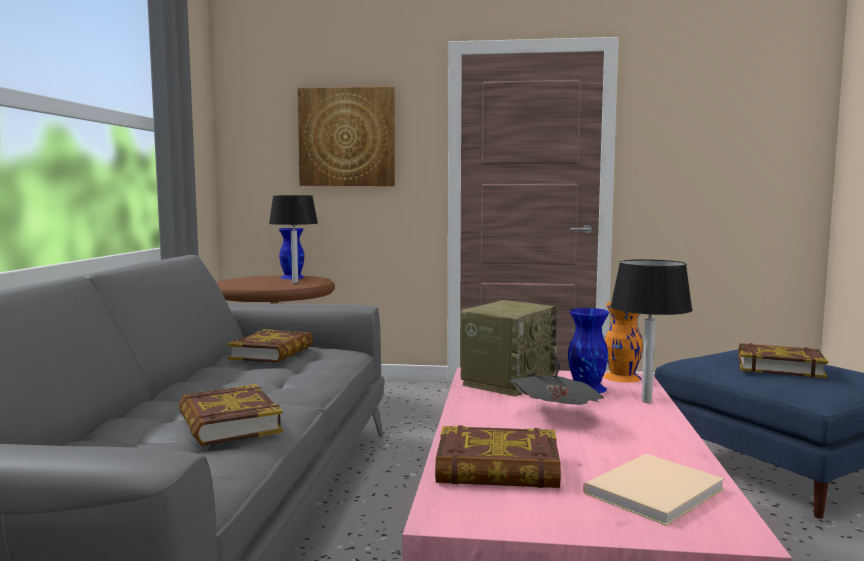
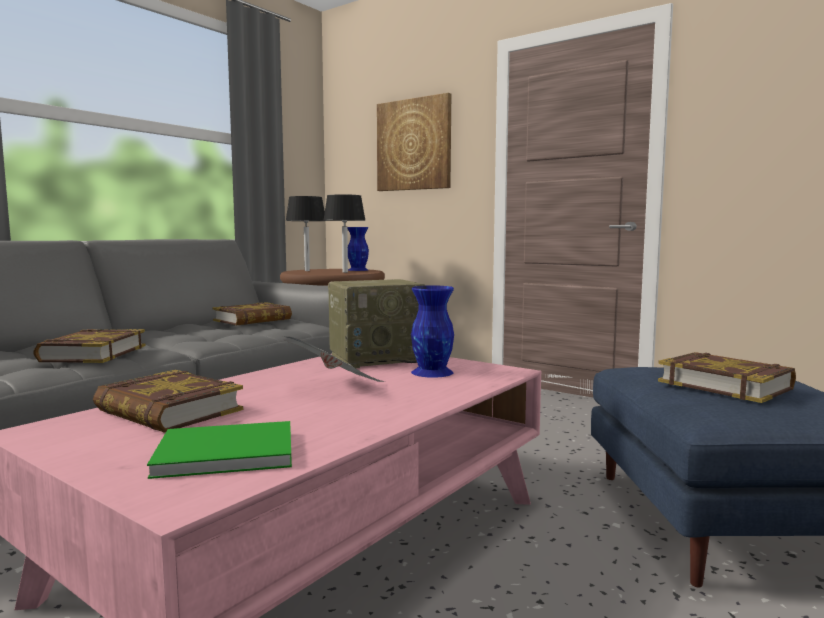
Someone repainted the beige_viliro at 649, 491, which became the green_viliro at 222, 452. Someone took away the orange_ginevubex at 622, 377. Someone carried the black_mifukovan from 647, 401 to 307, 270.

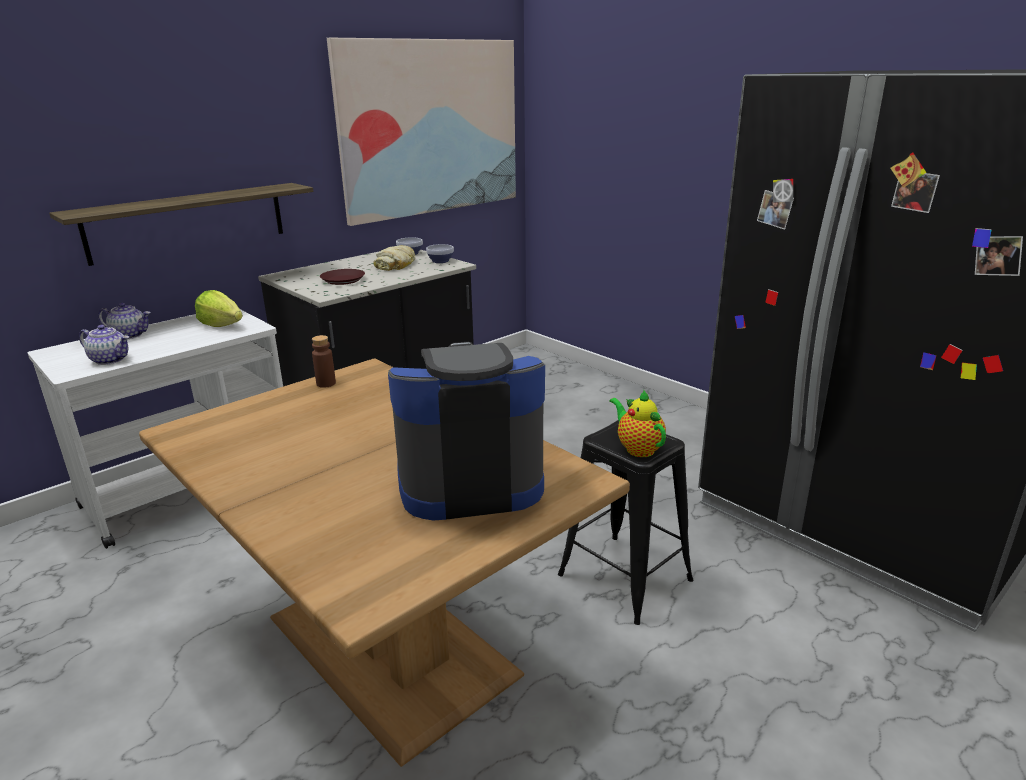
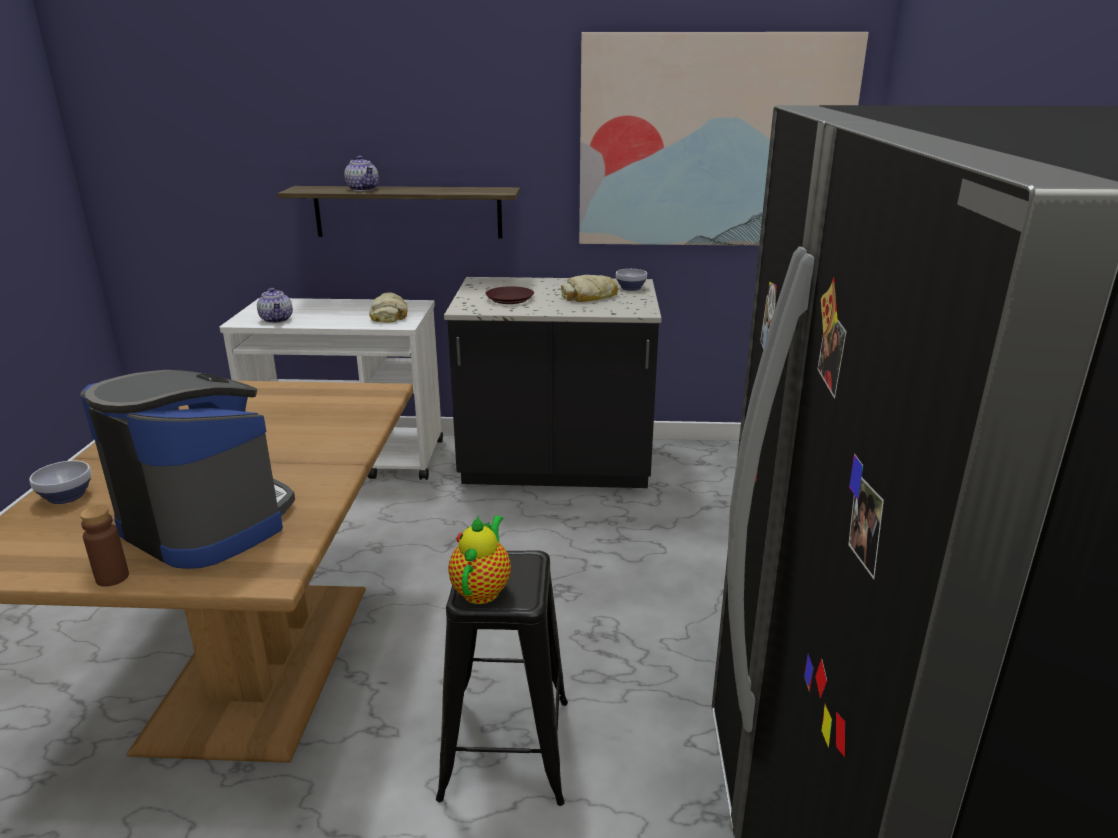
Someone carried the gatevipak from 130, 335 to 363, 189. Someone swapped the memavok at 222, 325 for the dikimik at 389, 315. Someone carried the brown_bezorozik from 326, 383 to 112, 577. Someone carried the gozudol from 440, 261 to 67, 495.

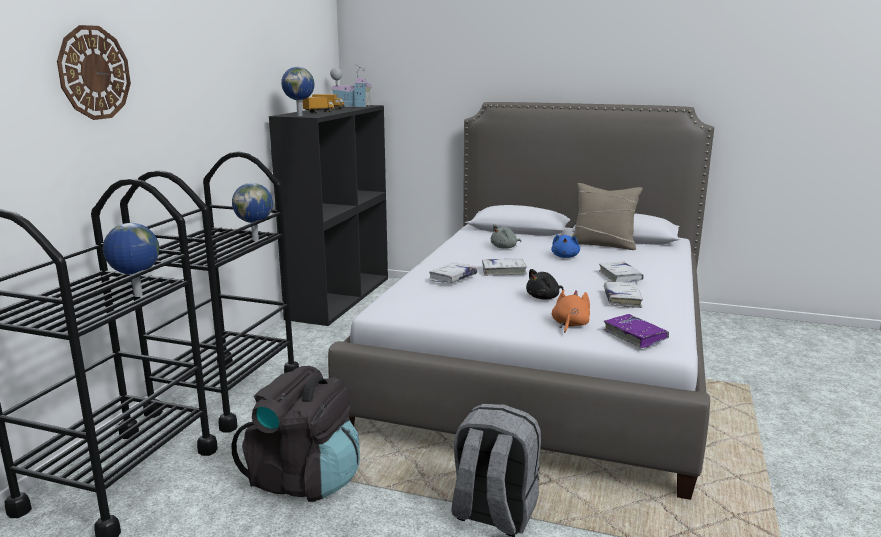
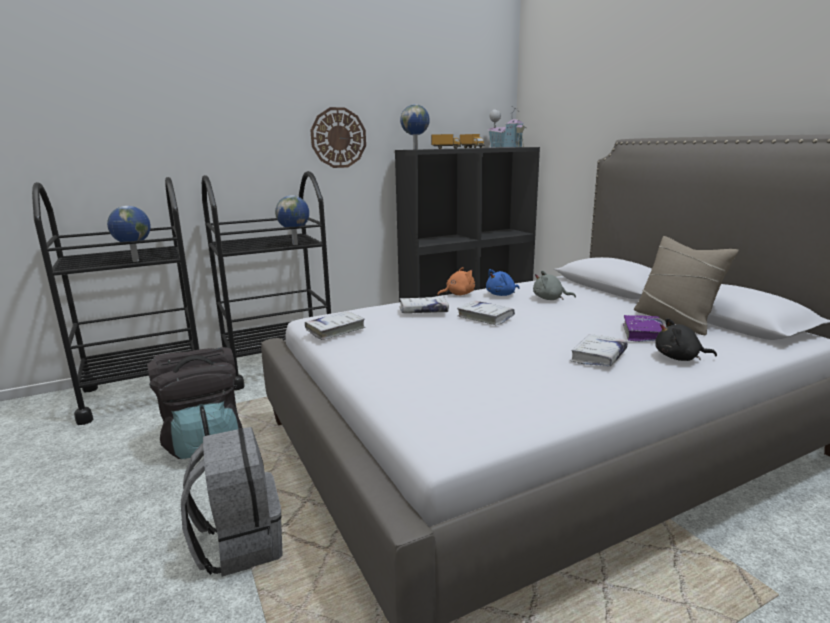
Someone carried the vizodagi from 94, 73 to 338, 138. Someone carried the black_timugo from 544, 297 to 679, 358. Someone carried the blue_timugo from 565, 256 to 502, 295. Someone carried the orange_timugo from 569, 325 to 458, 294. Someone carried the white_viliro from 622, 299 to 335, 330. Someone carried the purple_viliro from 635, 336 to 643, 334.

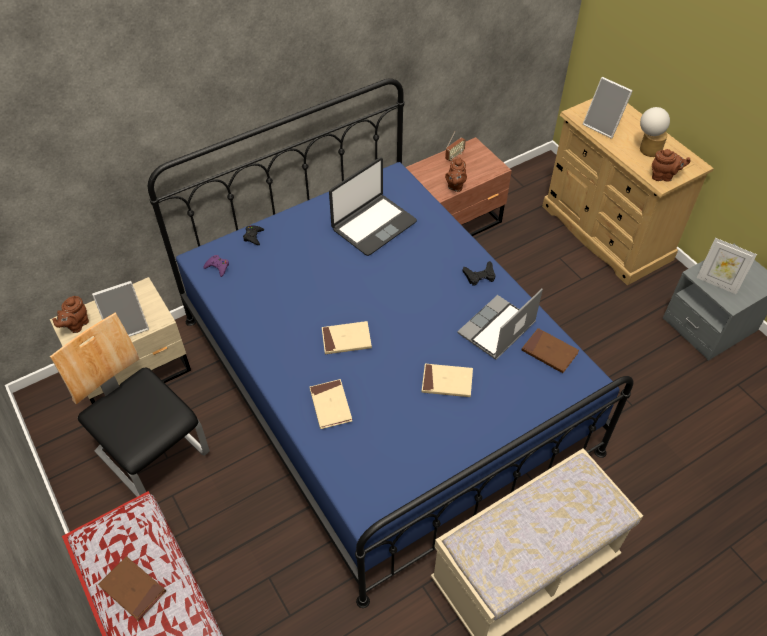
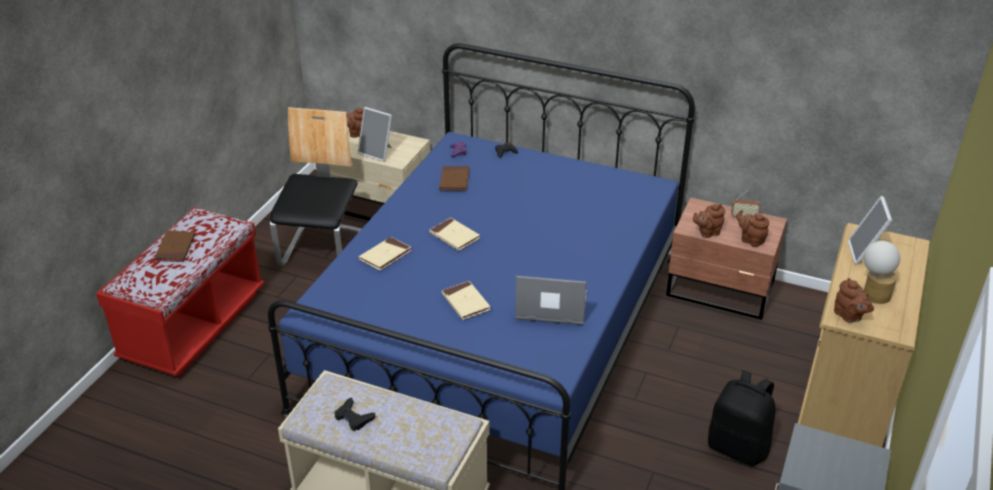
Someone took away the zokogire at 373, 225. Someone carried the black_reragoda from 479, 276 to 353, 418. Someone carried the brown_viliro from 549, 352 to 454, 180. Someone took away the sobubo at 717, 283. Someone put down the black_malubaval at 738, 447. Someone put down the brown_gatevipak at 751, 240.

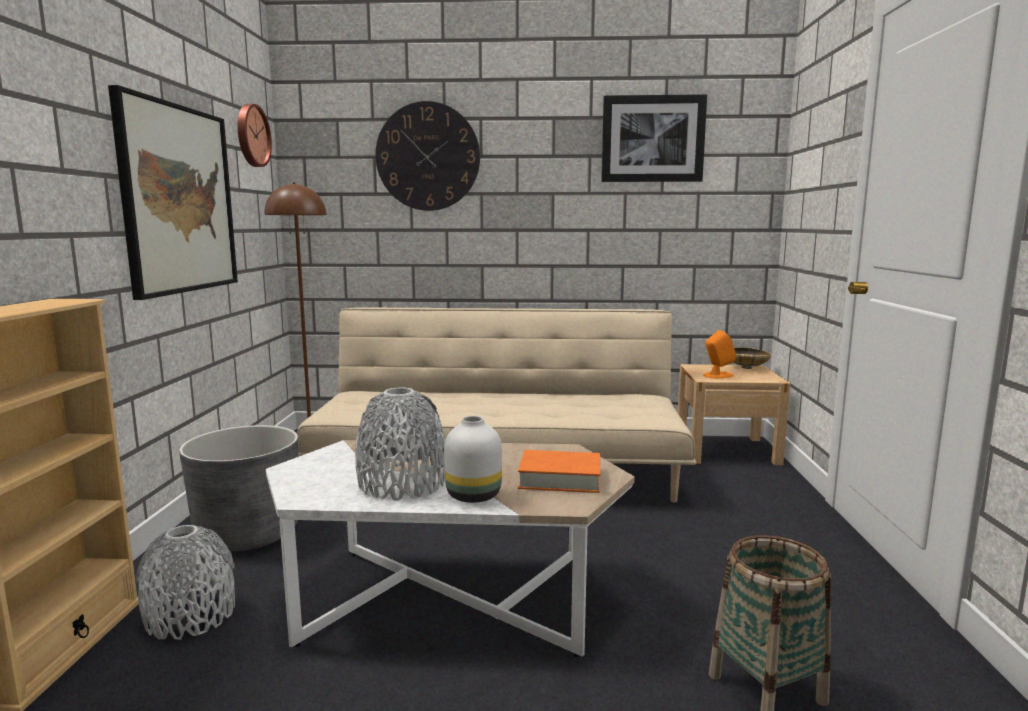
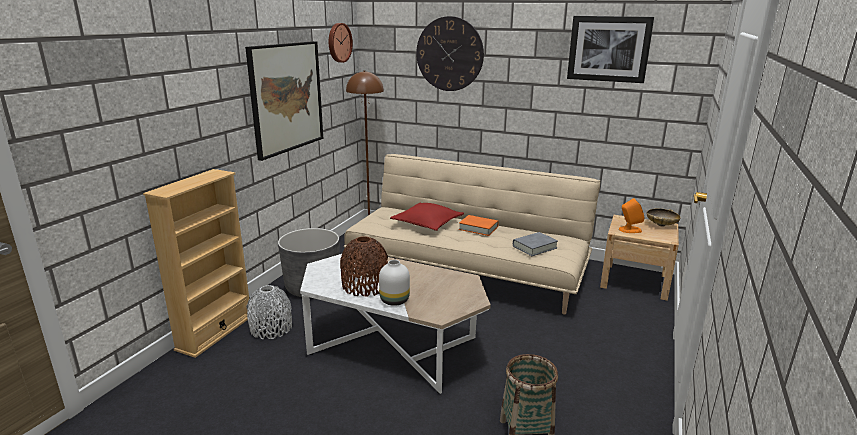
Someone repainted the grey_ginevubex at 402, 483, which became the brown_ginevubex at 365, 285. Someone carried the orange_viliro from 560, 478 to 478, 228. Someone put down the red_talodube at 427, 223. Someone put down the grey_viliro at 534, 247.

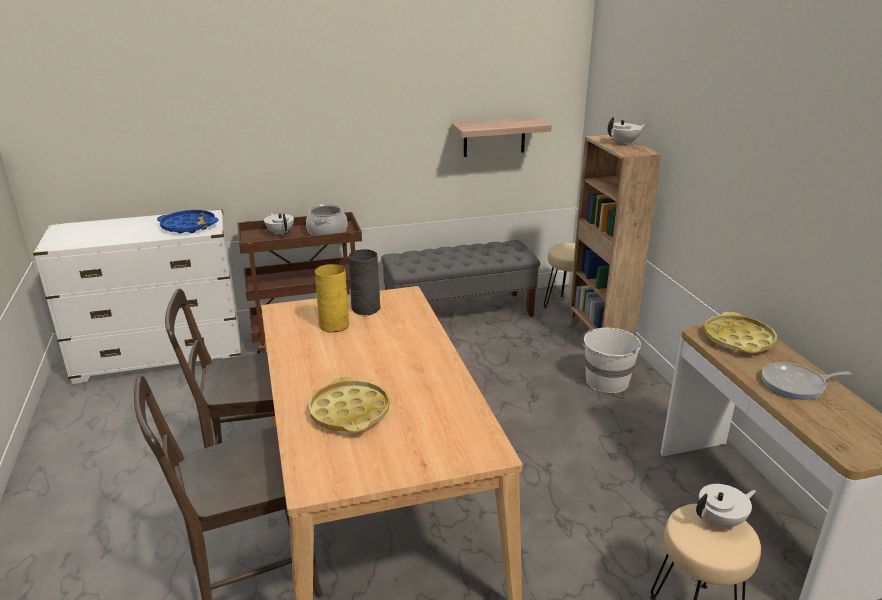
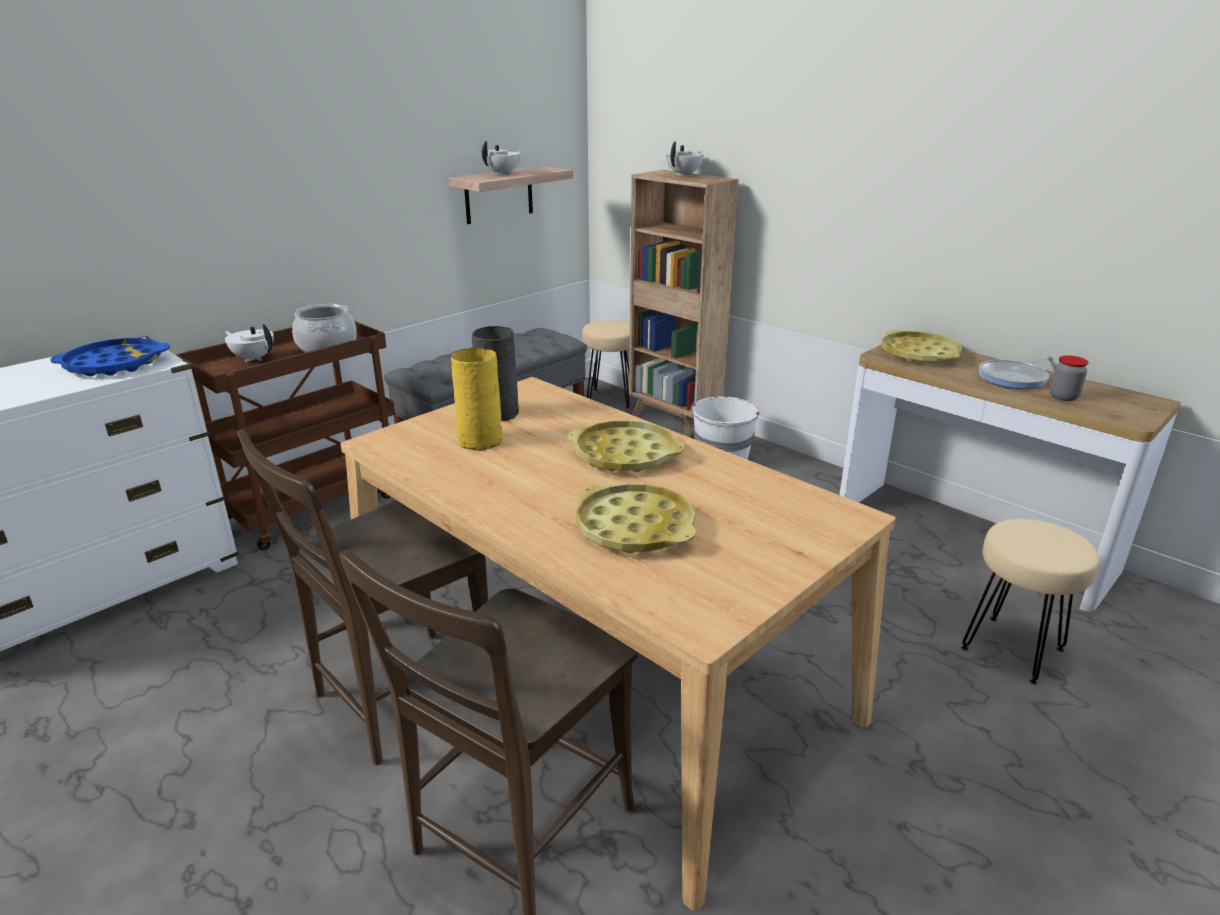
Someone carried the white_gatevipak from 721, 520 to 503, 174. Someone put down the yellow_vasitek at 625, 455. Someone put down the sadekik at 1063, 397.

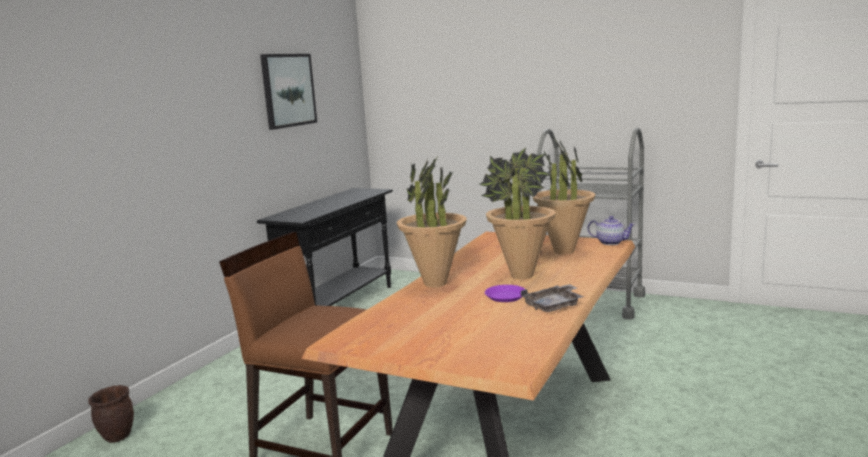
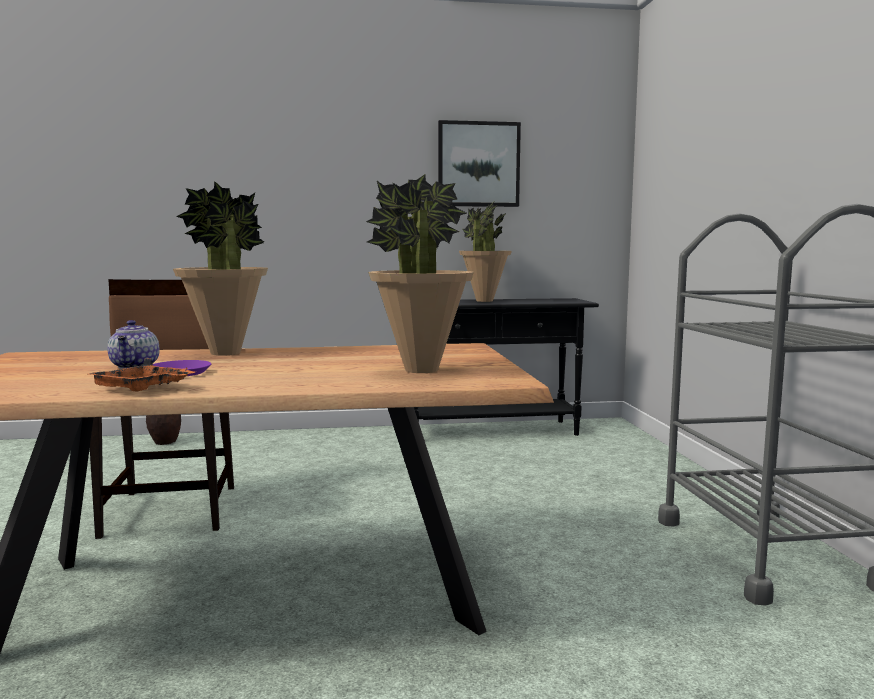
Someone carried the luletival from 521, 275 to 484, 301. Someone repainted the grey_vasitek at 554, 306, which became the orange_vasitek at 143, 389. Someone carried the gatevipak from 611, 242 to 136, 366.

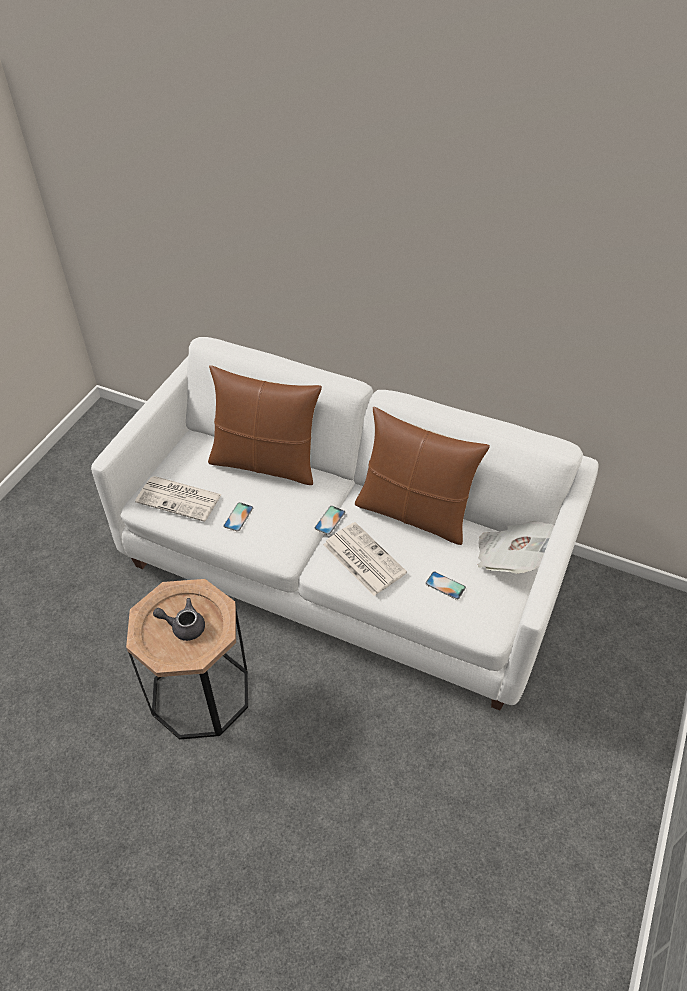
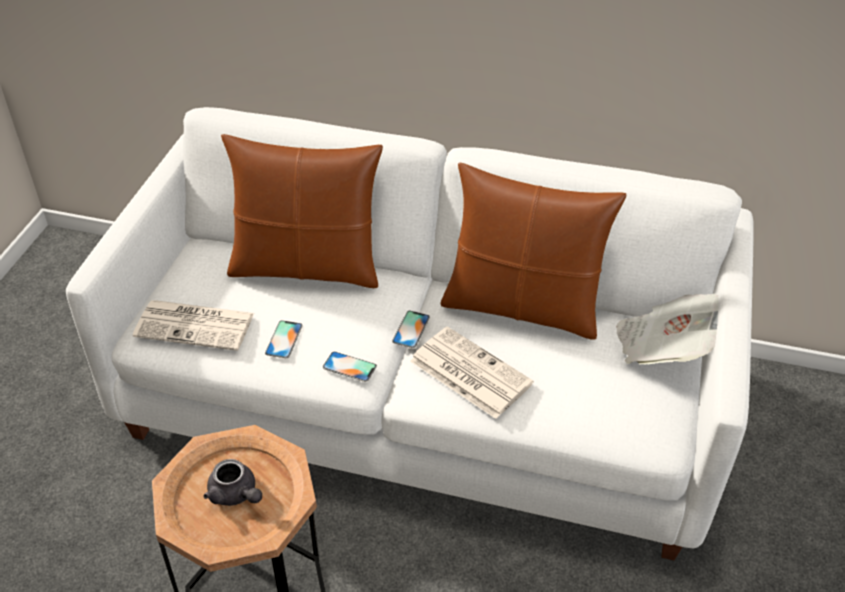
Someone rotated the grey_gatevipak at 184, 626 by 135 degrees counterclockwise. Someone carried the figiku from 445, 585 to 349, 367.

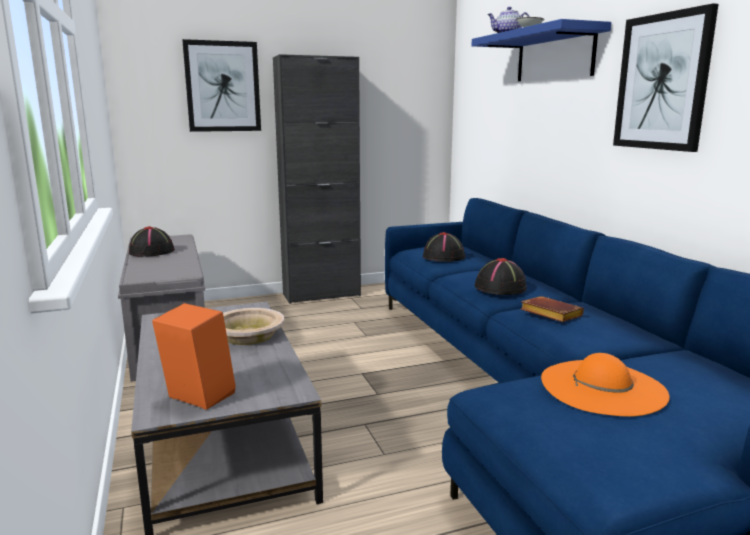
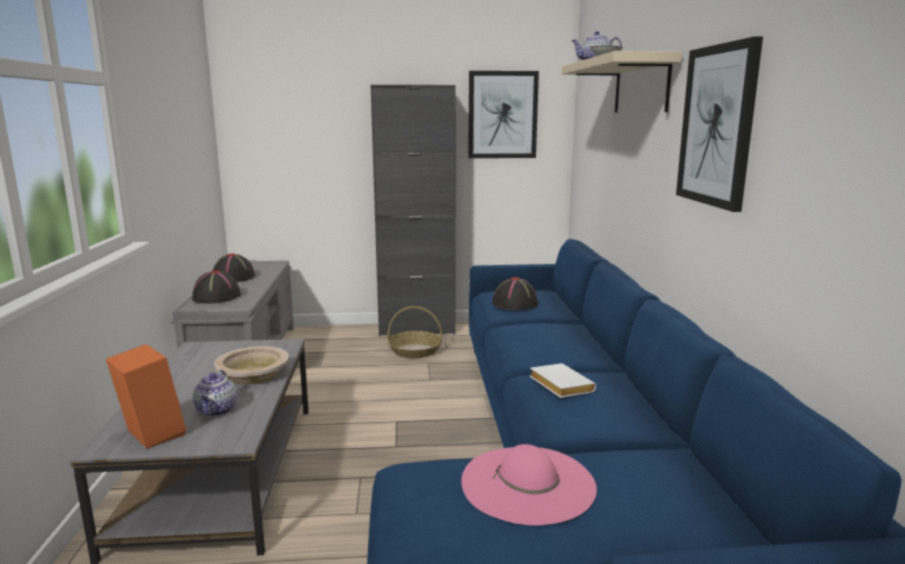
Someone carried the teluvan from 222, 86 to 502, 115. Someone repainted the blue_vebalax at 554, 55, which became the beige_vebalax at 641, 86. Someone carried the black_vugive from 501, 288 to 216, 297. Someone repainted the brown_viliro at 549, 314, which became the white_viliro at 558, 385. Someone repainted the orange_vugive at 602, 387, which became the pink_vugive at 528, 483. Someone put down the gatevipak at 217, 411. Someone put down the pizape at 415, 350.

